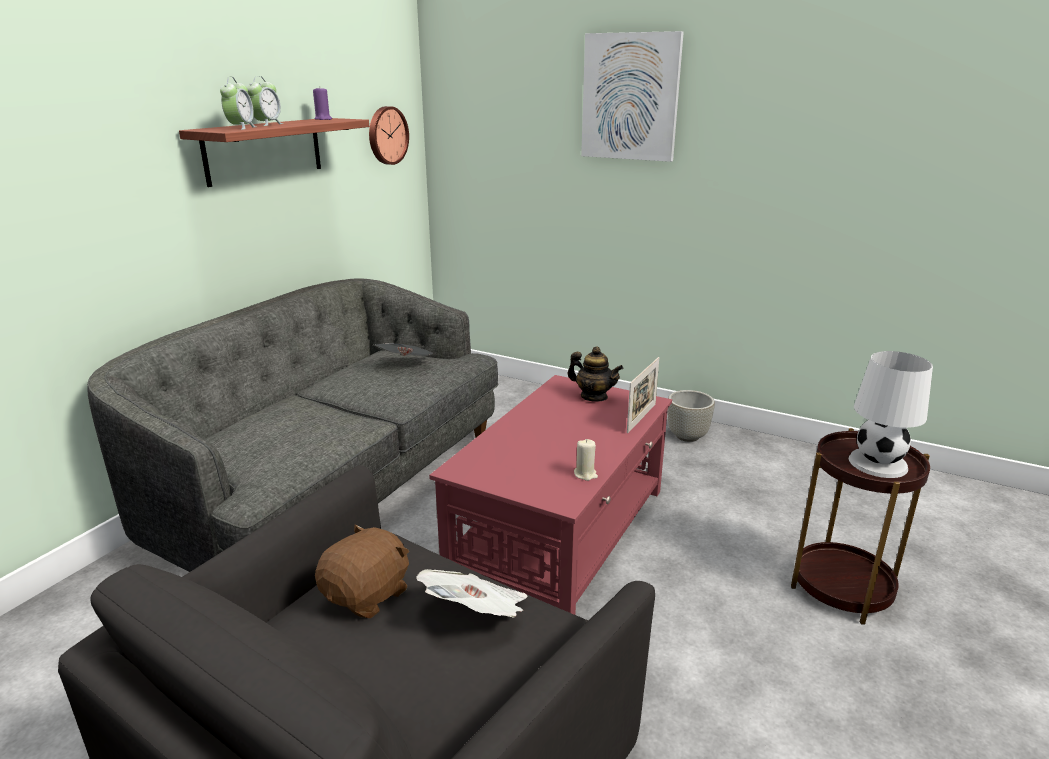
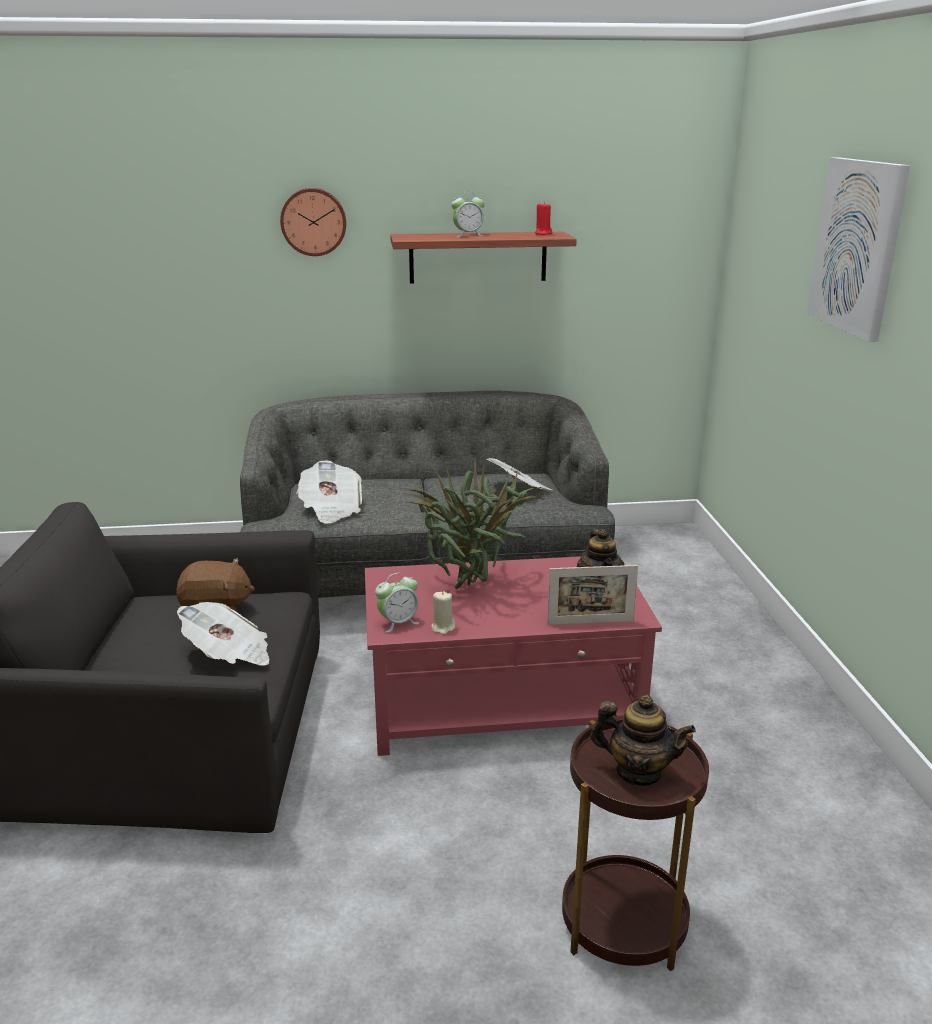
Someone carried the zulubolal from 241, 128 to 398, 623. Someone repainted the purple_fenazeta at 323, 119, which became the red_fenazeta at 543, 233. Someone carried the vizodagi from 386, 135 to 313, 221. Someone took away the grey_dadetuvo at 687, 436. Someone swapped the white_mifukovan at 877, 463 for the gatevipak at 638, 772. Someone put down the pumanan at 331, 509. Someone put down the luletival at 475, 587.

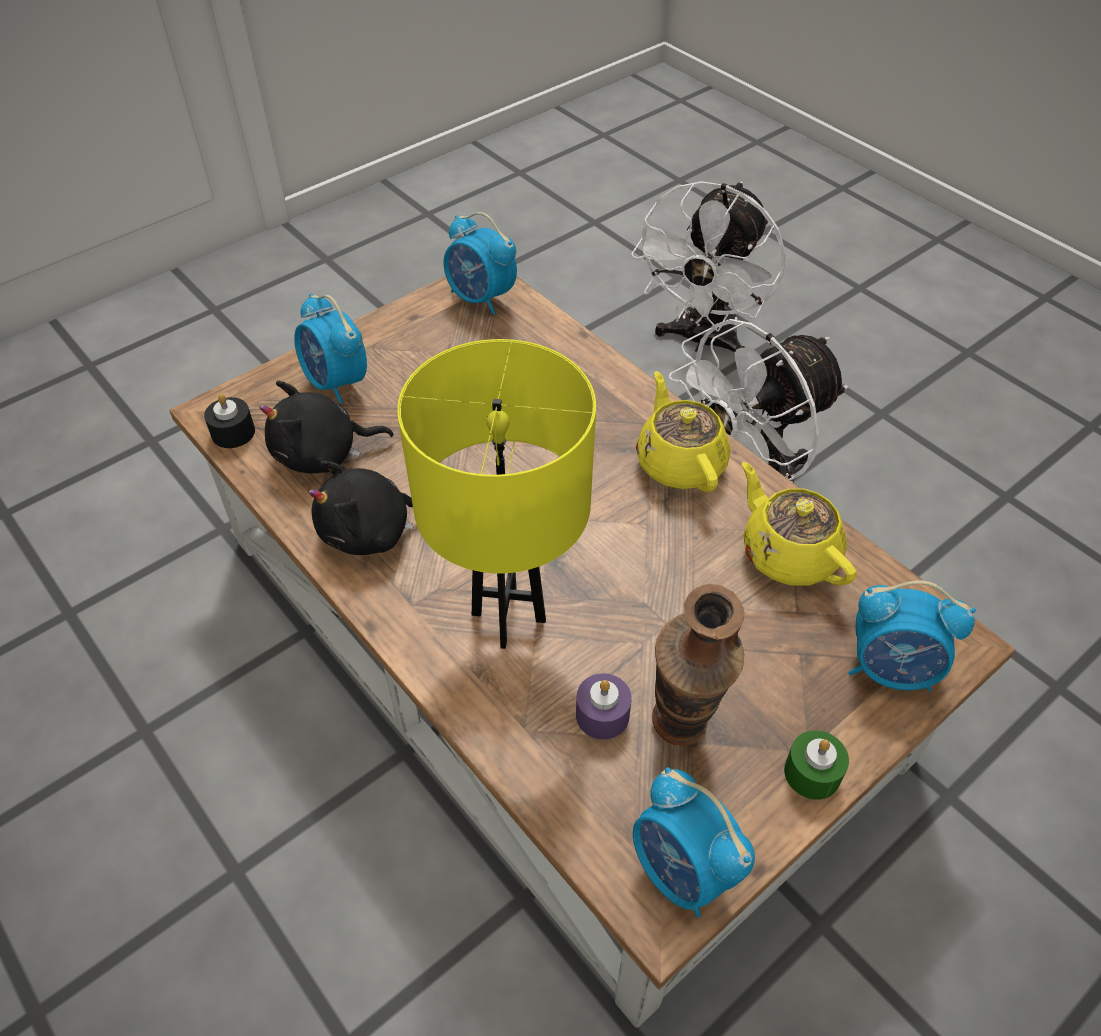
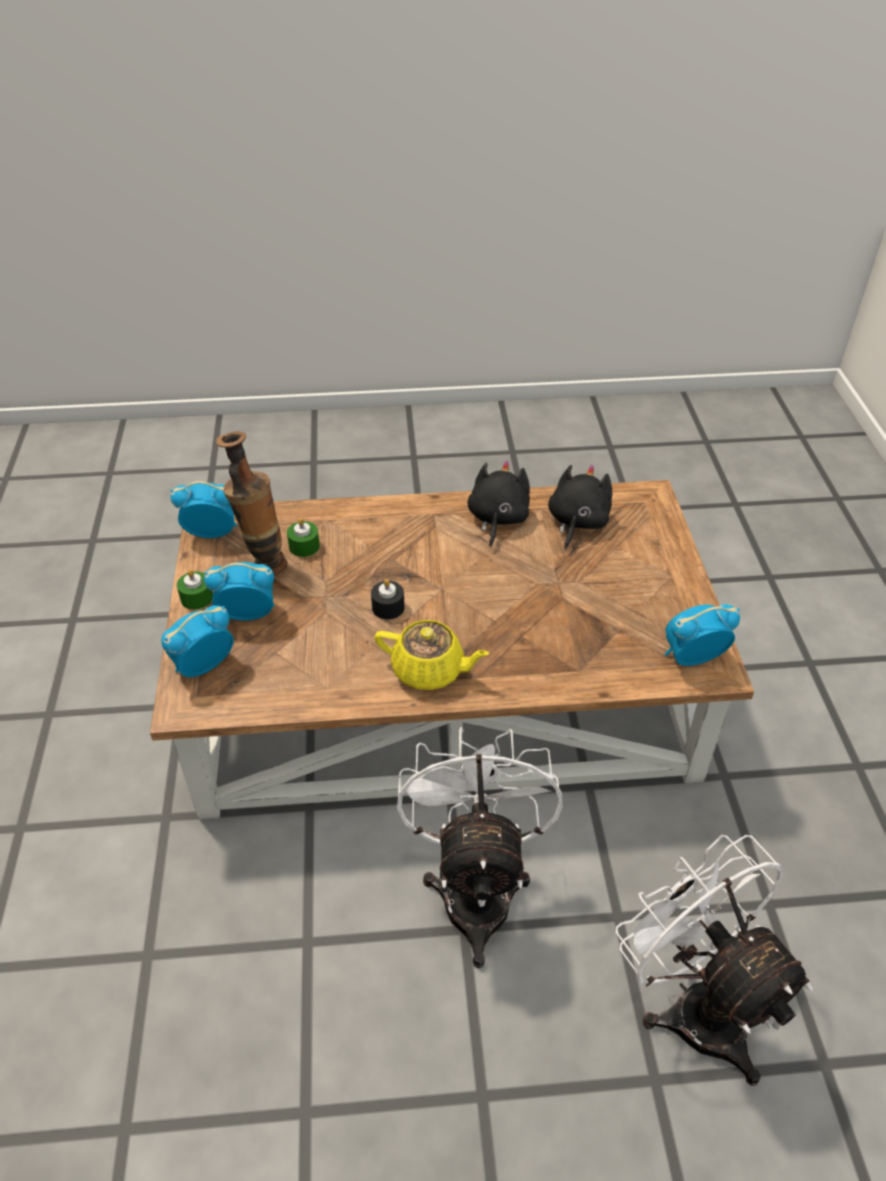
Someone carried the black_fenazeta from 233, 432 to 388, 607. Someone carried the zulubolal from 336, 383 to 247, 614. Someone took away the yellow_mifukovan at 508, 616. Someone repainted the purple_fenazeta at 602, 715, which became the green_fenazeta at 304, 546. Someone took away the yellow_gatevipak at 788, 554.

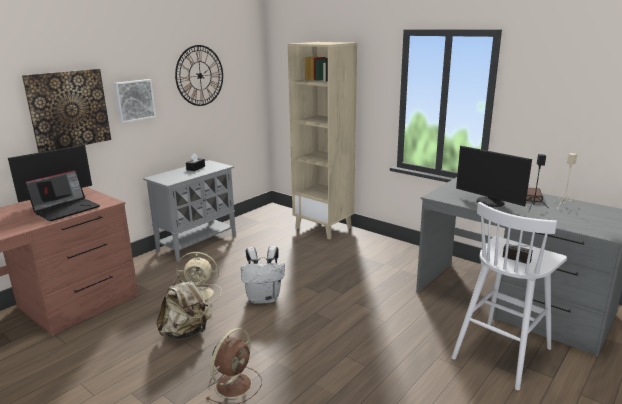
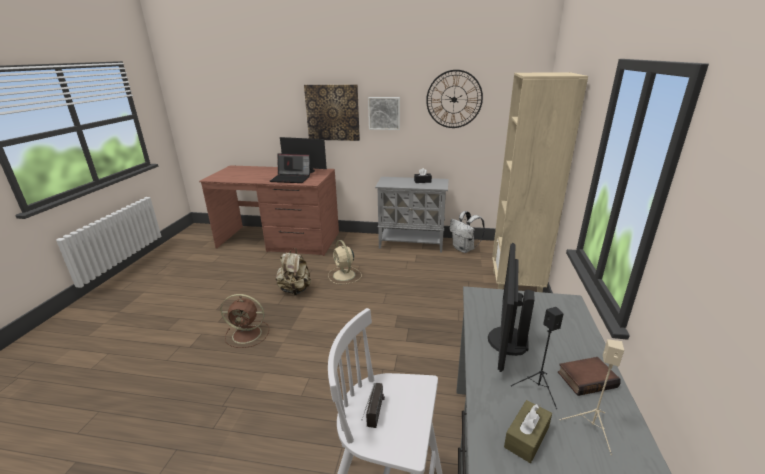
Someone carried the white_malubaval from 264, 298 to 464, 249. Someone put down the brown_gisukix at 526, 437.

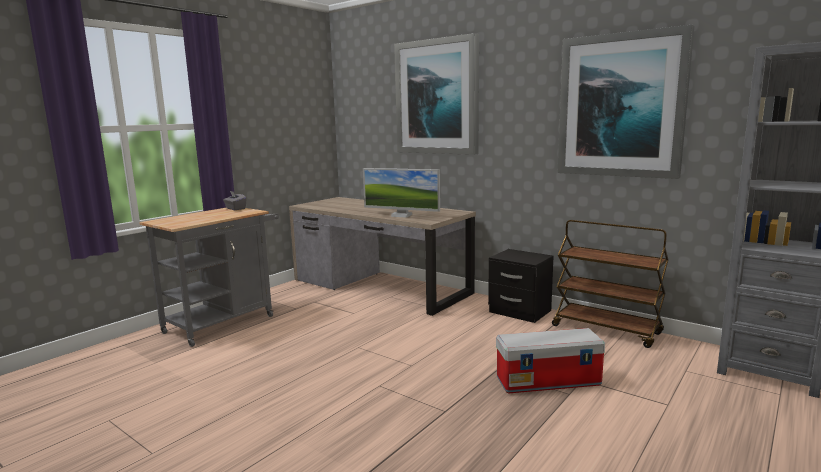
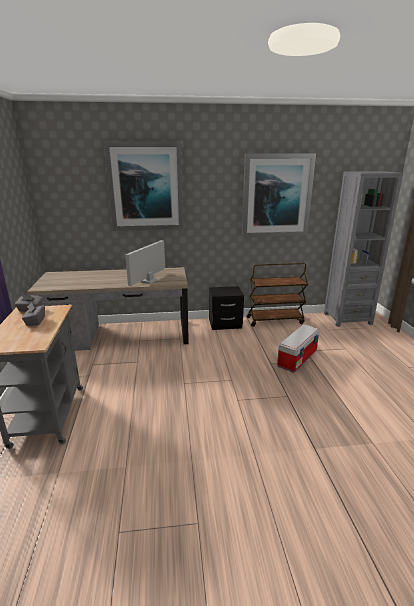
Someone rotated the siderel at 401, 215 by 135 degrees clockwise. Someone put down the grey_gisukix at 35, 321.

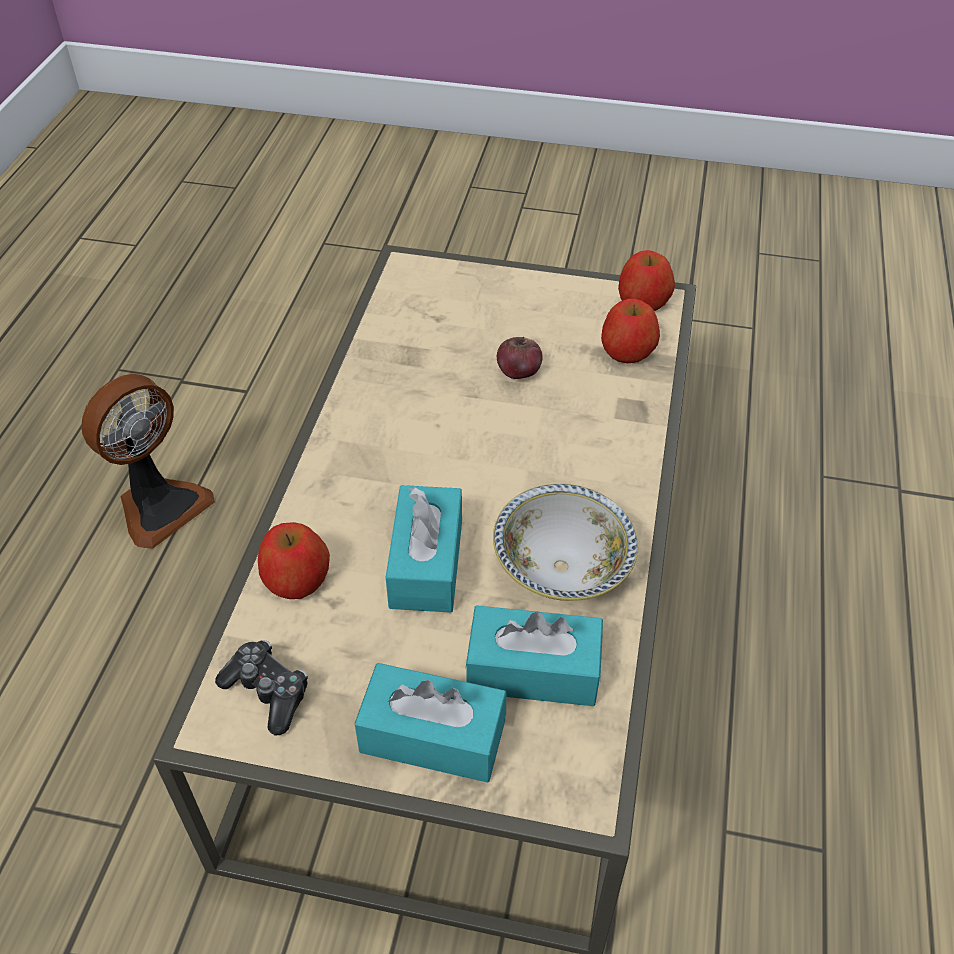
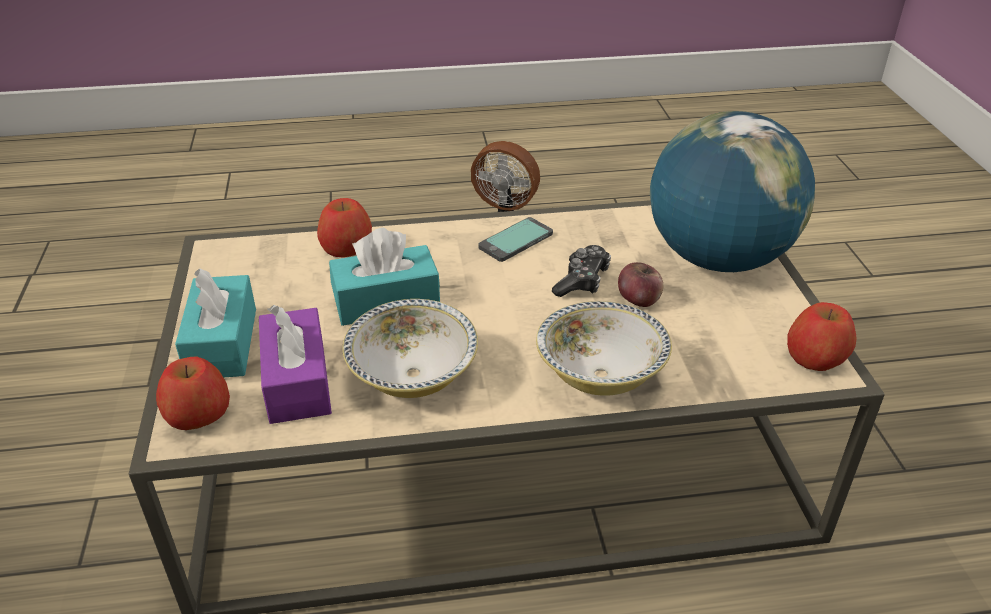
Someone carried the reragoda from 268, 691 to 582, 281. Someone repainted the turquoise_gisukix at 533, 670, which became the purple_gisukix at 297, 381. Someone carried the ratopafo from 627, 350 to 198, 415. Someone put down the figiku at 516, 241. Someone put down the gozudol at 600, 374. Someone put down the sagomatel at 717, 258.

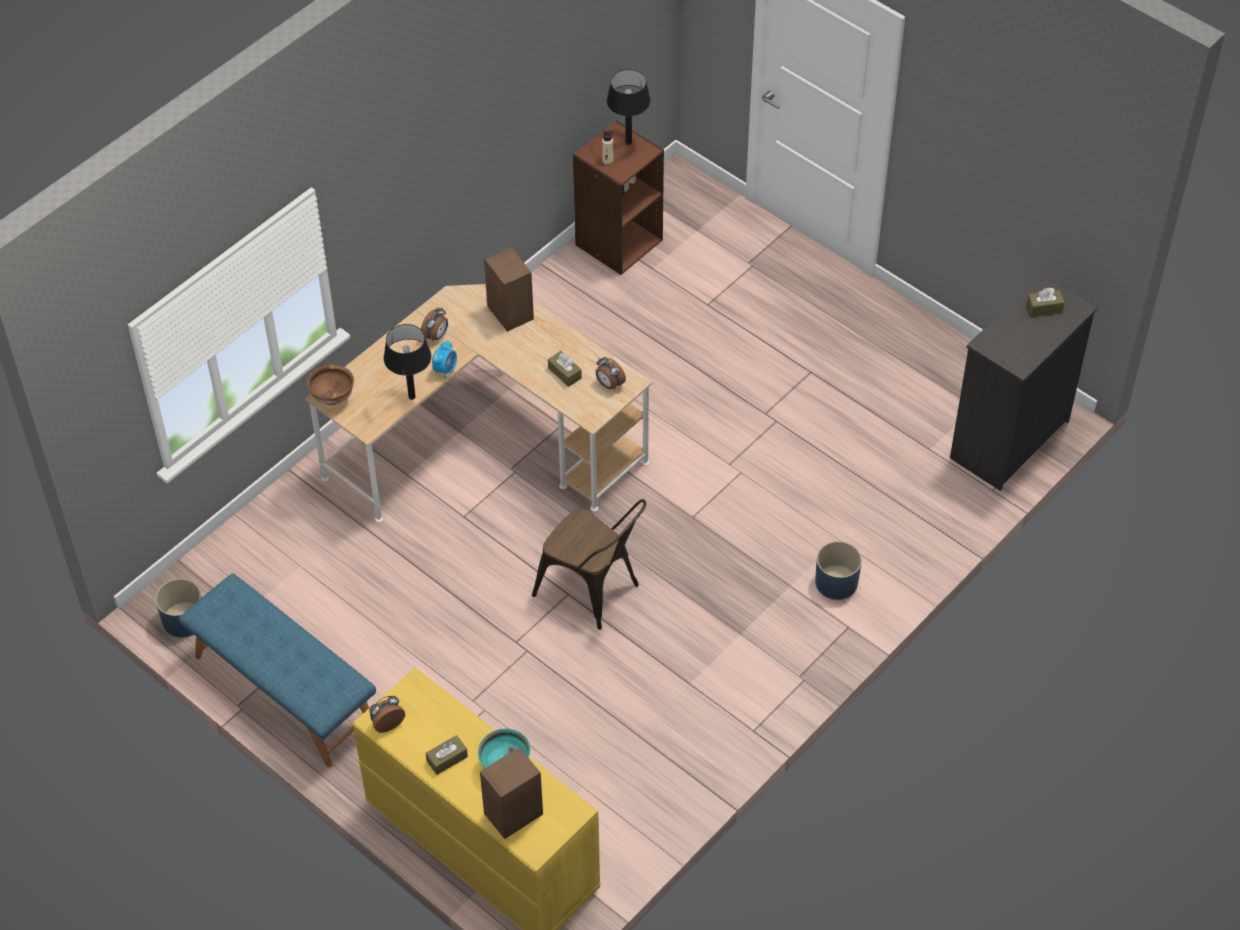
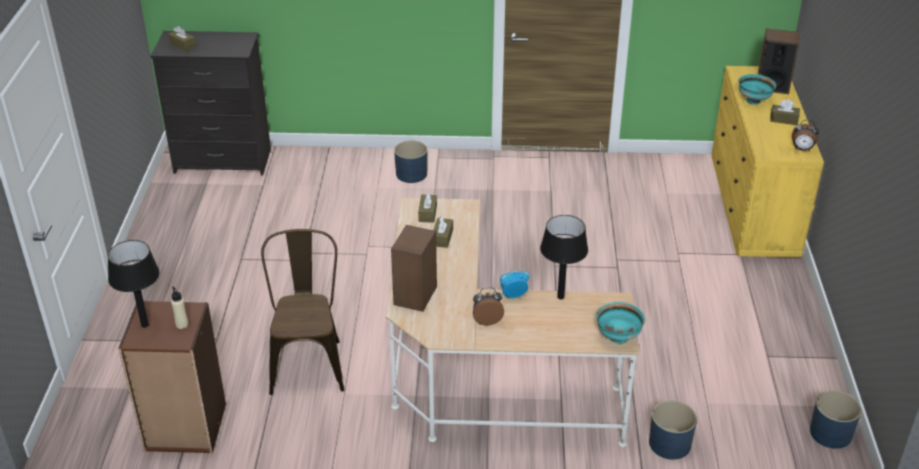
Someone took away the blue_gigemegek at 283, 691. Someone repainted the brown_gozudol at 332, 397, which became the turquoise_gozudol at 618, 338. Someone carried the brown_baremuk from 594, 592 to 308, 361. Someone swapped the zulubolal at 609, 384 for the brown_gisukix at 427, 213. Someone put down the blue_dadetuvo at 670, 444.

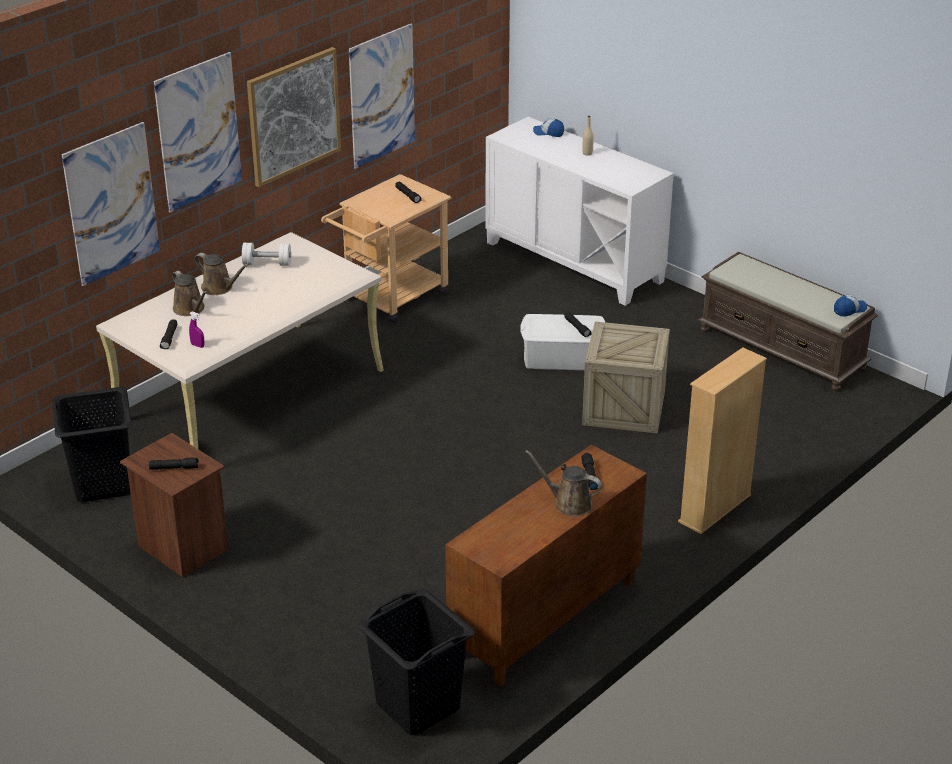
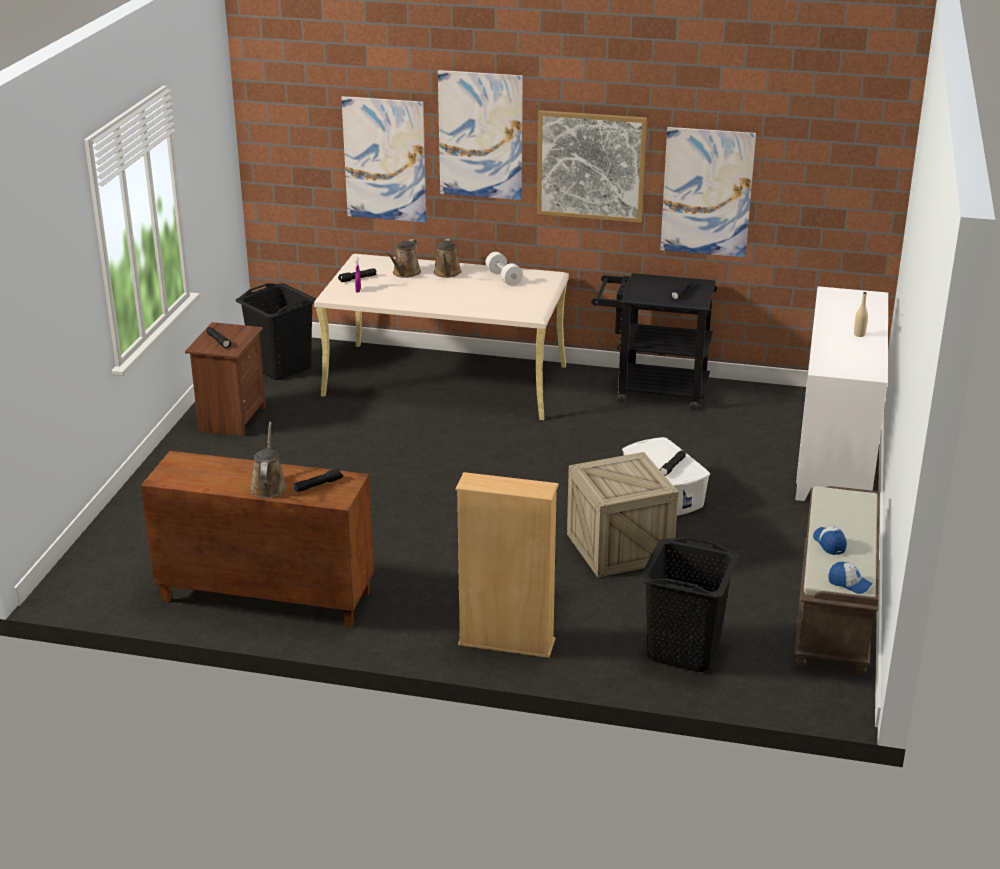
Someone repainted the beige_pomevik at 390, 300, which became the black_pomevik at 651, 390. Someone carried the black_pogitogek from 417, 706 to 683, 650. Someone carried the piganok from 548, 133 to 829, 543.

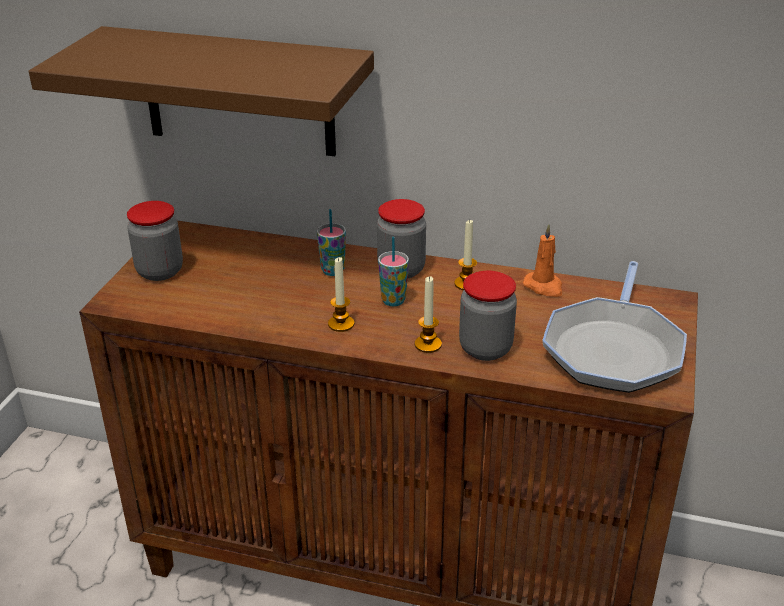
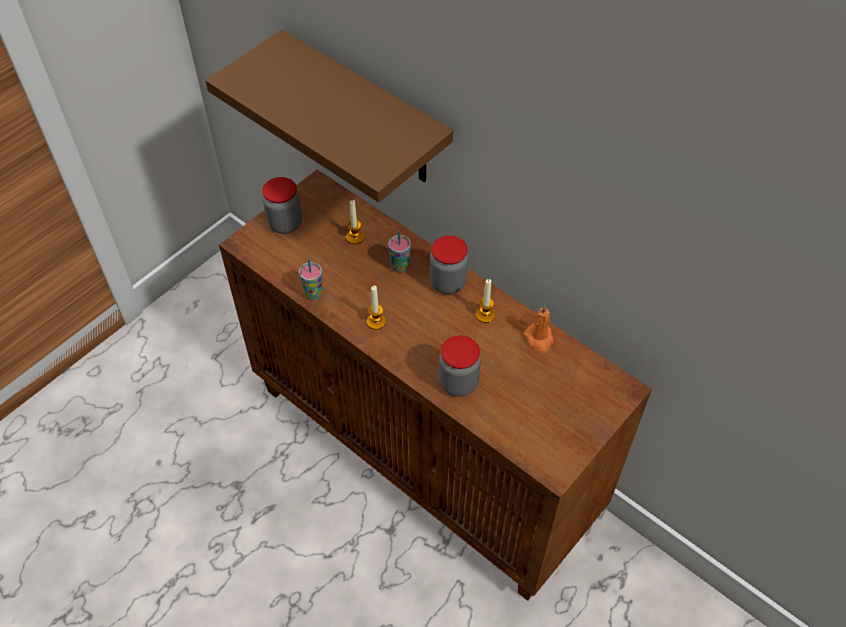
Someone carried the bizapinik from 393, 301 to 313, 293. Someone carried the fenazeta from 428, 344 to 355, 237. Someone took away the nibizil at 613, 349.

